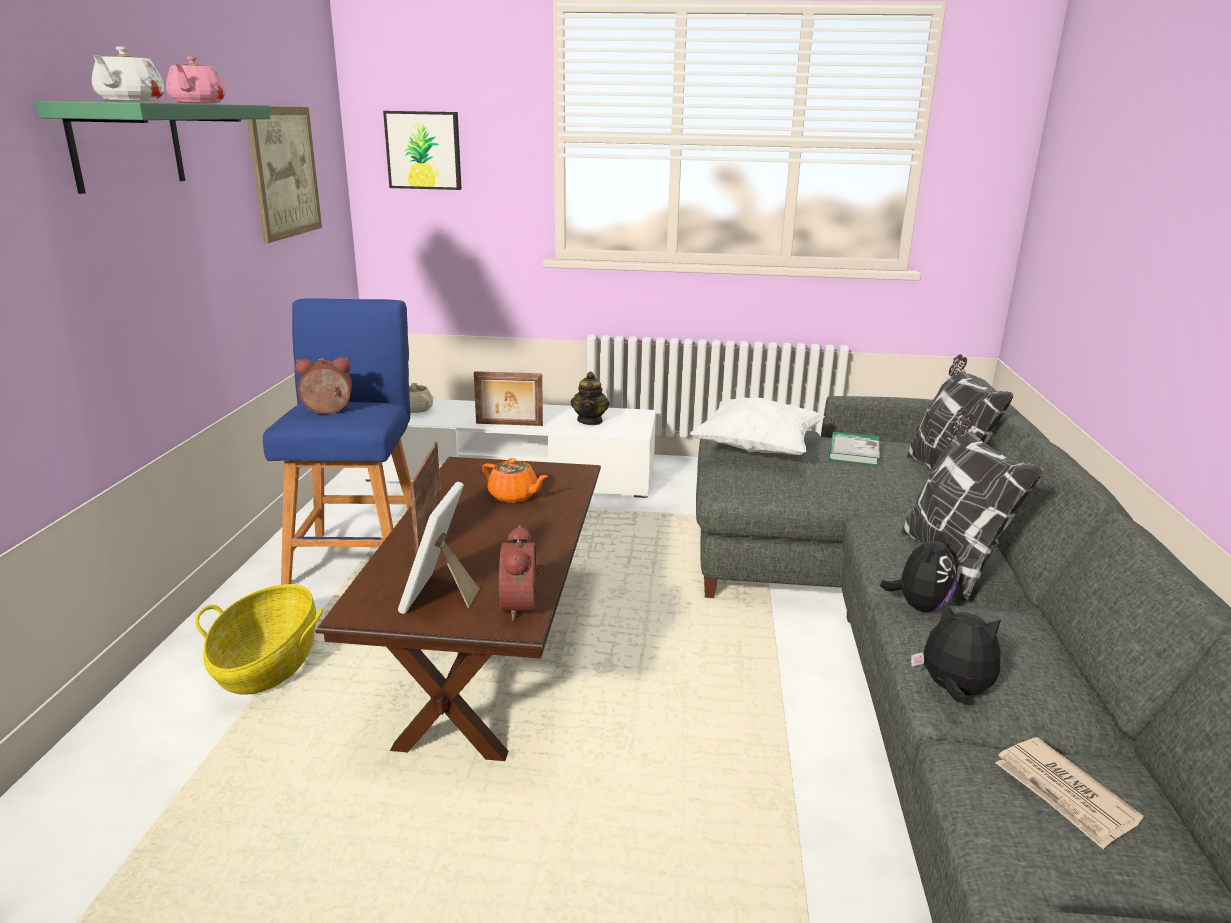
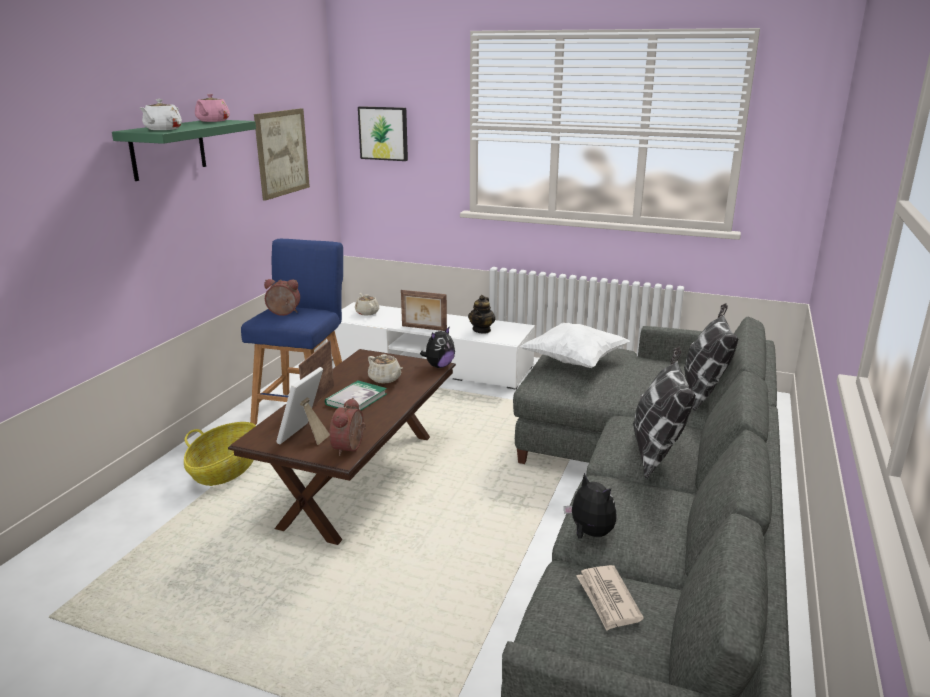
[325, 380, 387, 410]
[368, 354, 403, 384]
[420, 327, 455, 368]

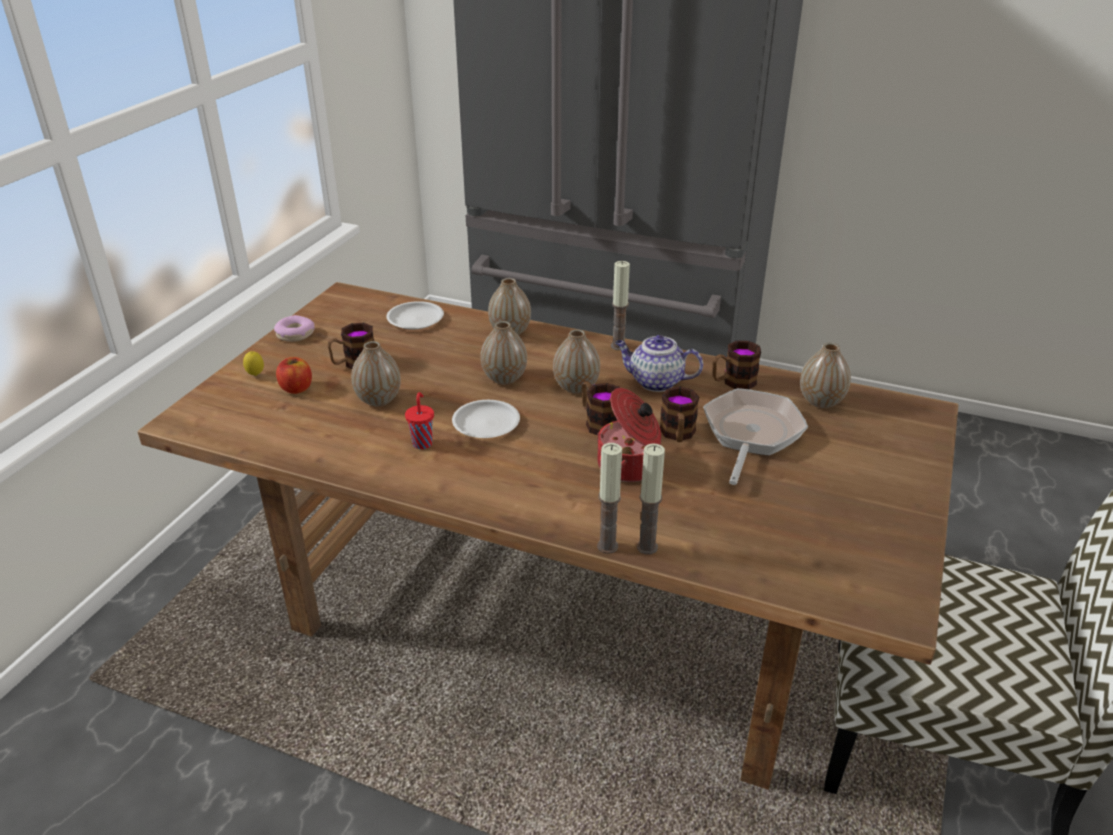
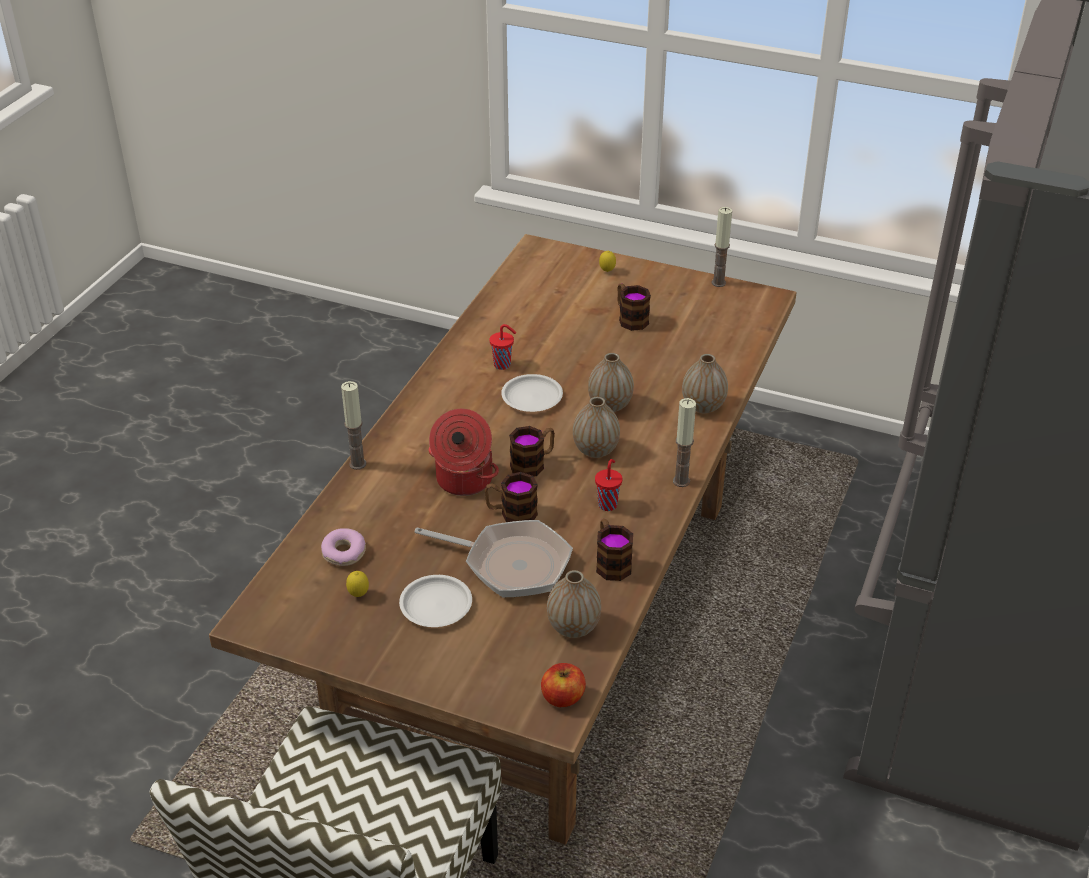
[399, 575, 472, 627]
[321, 528, 366, 566]
[595, 459, 623, 511]
[351, 341, 401, 406] (first image)
[541, 663, 586, 707]
[712, 207, 732, 287]
[346, 571, 369, 597]

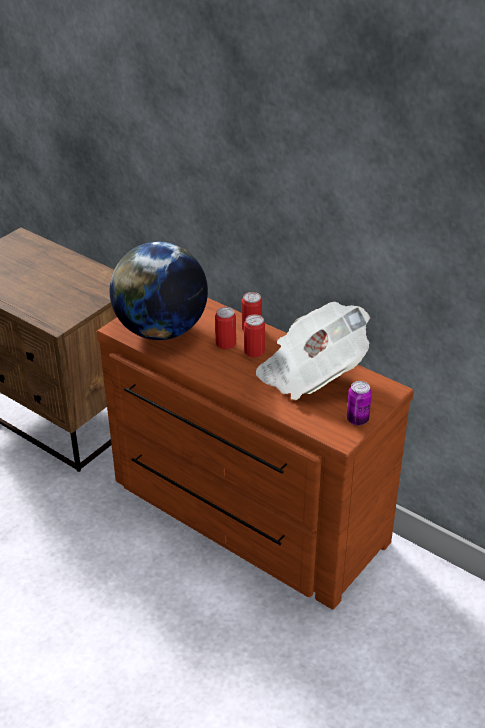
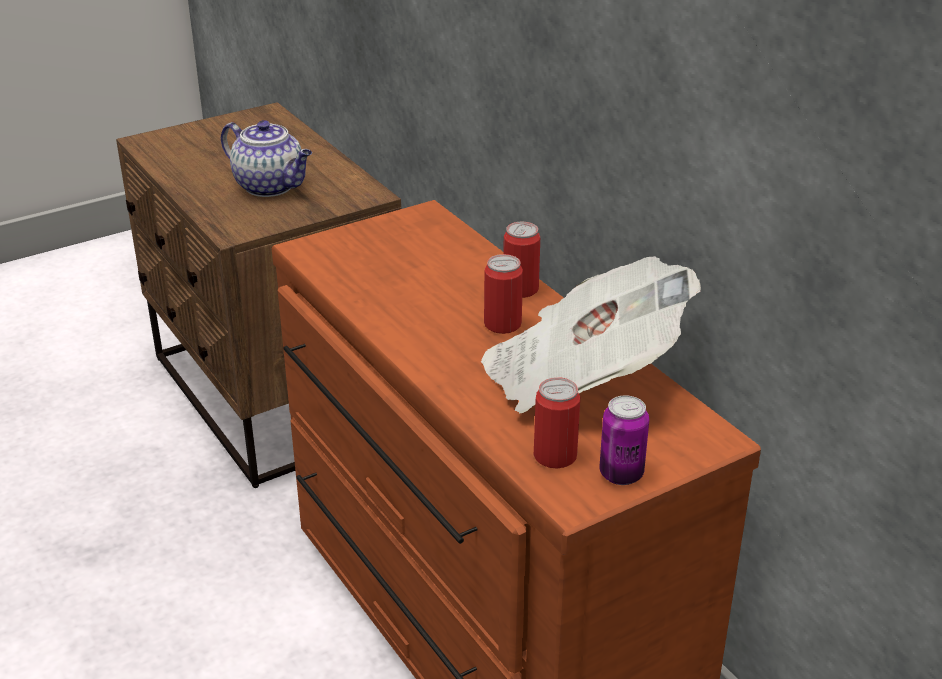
[110, 242, 208, 340] (first image)
[534, 377, 580, 469]
[221, 120, 312, 197]

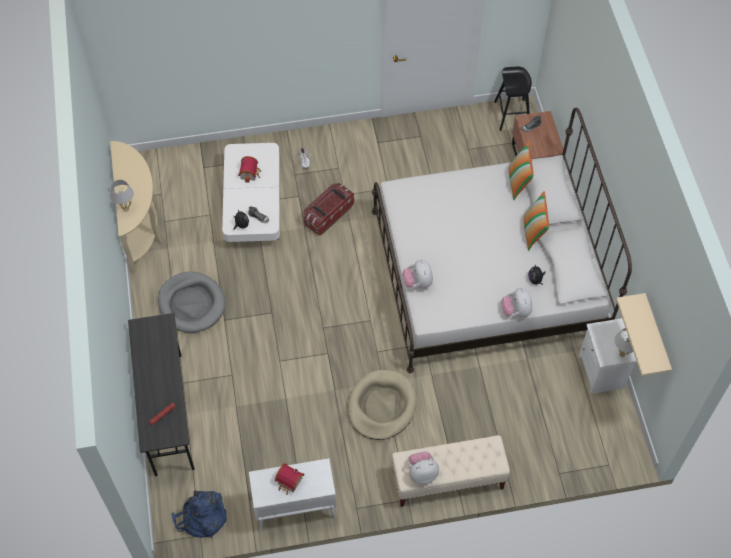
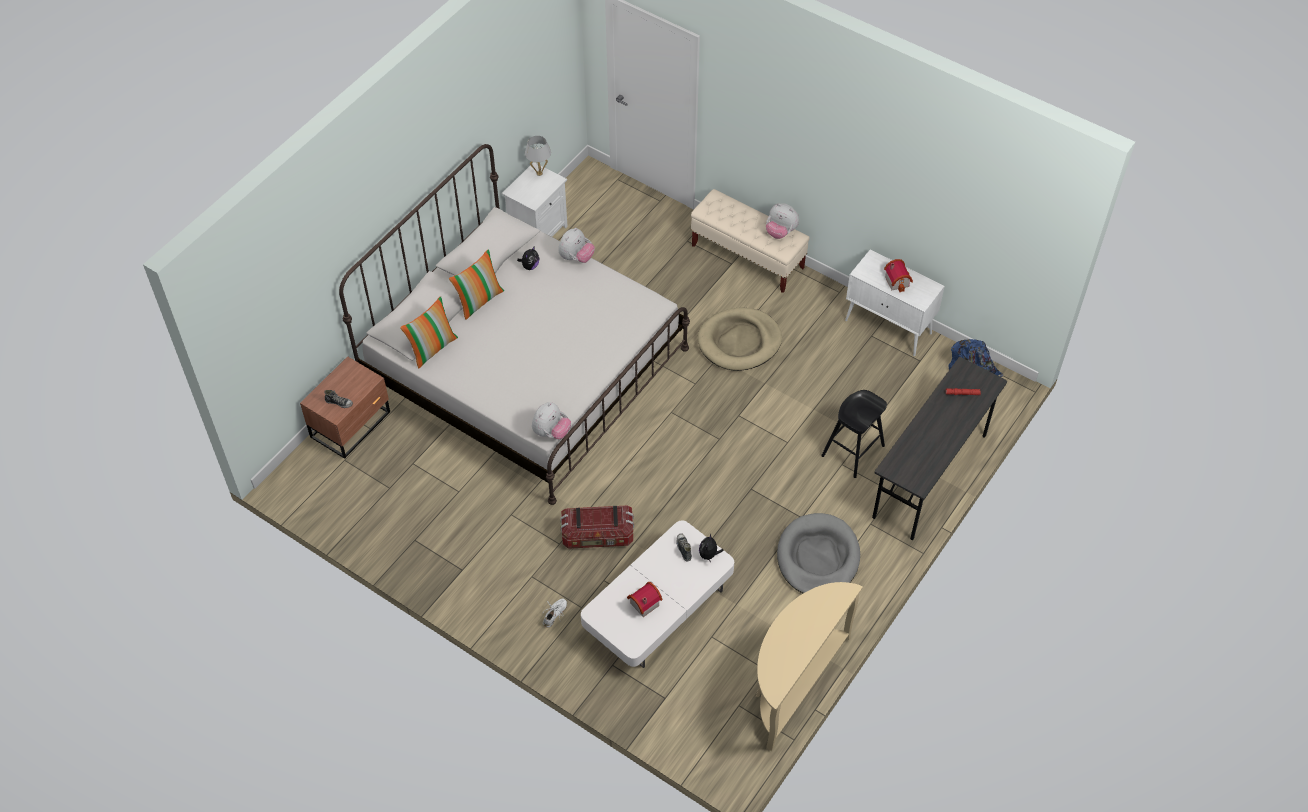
[821, 390, 887, 478]
[110, 180, 134, 212] (first image)
[532, 402, 571, 439]
[616, 293, 672, 376] (first image)

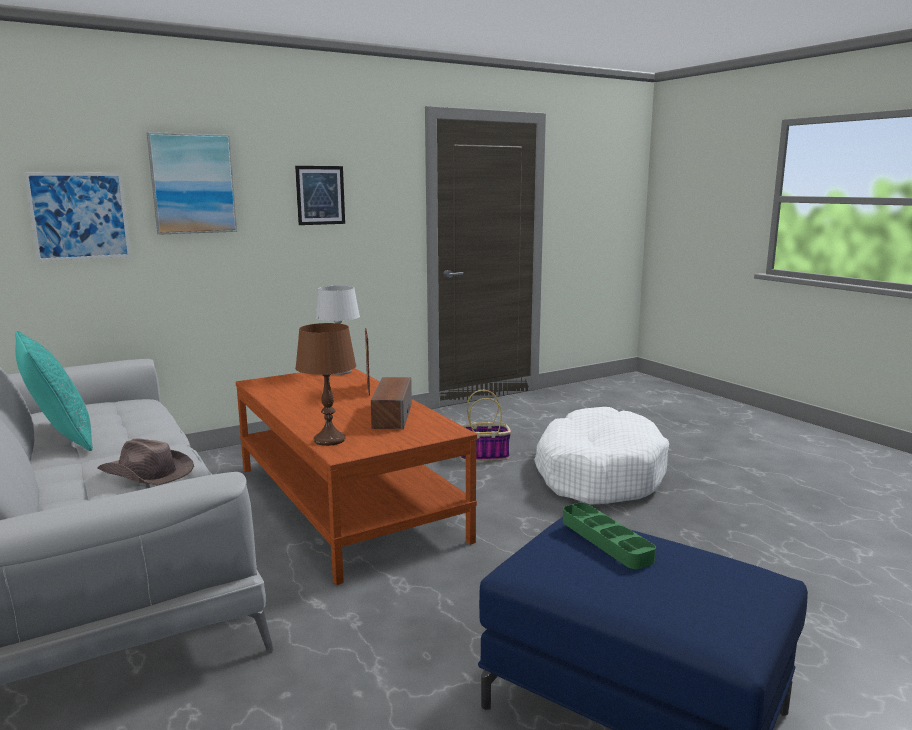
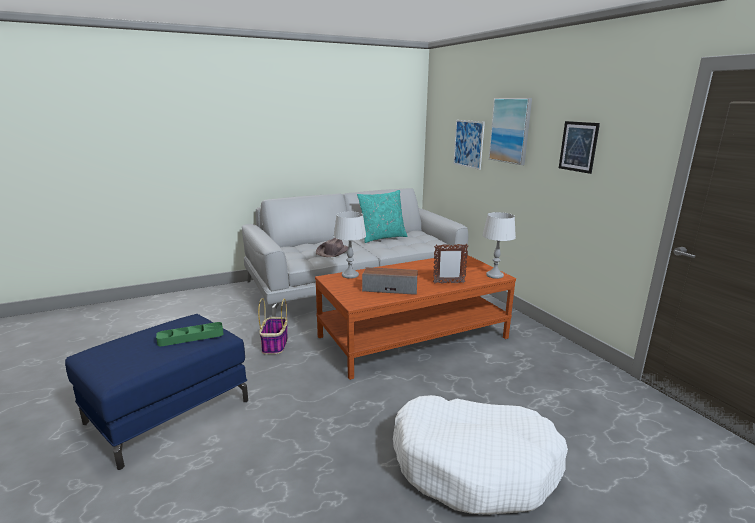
[334, 212, 366, 278]
[258, 298, 288, 354]

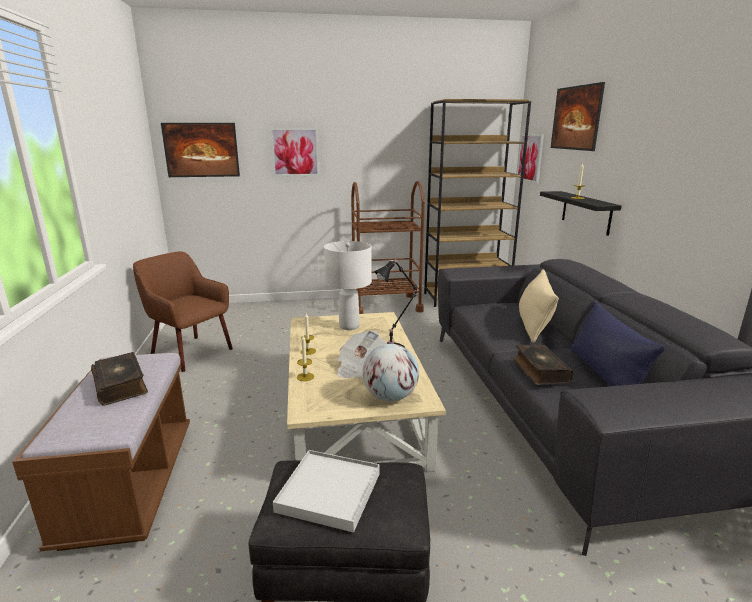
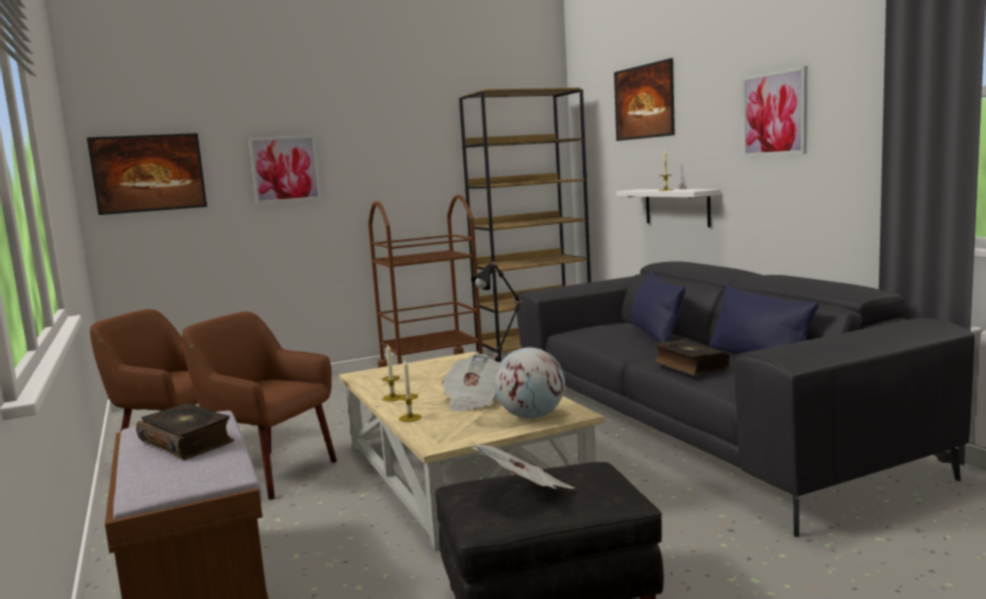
[742, 66, 807, 157]
[616, 189, 720, 227]
[324, 241, 372, 330] (first image)
[631, 271, 686, 342]
[471, 445, 575, 489]
[182, 312, 337, 500]

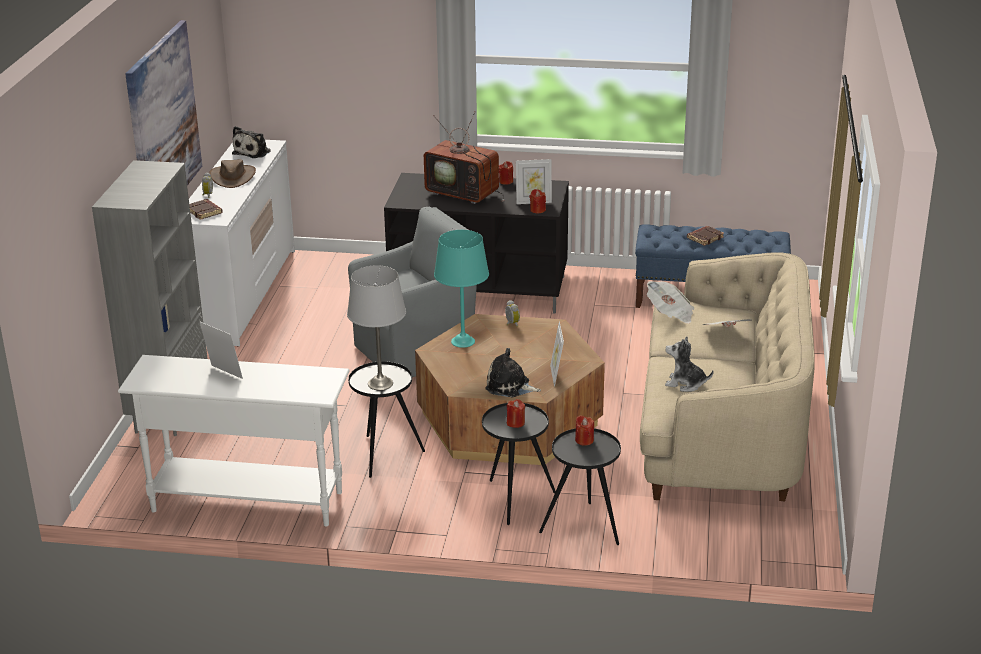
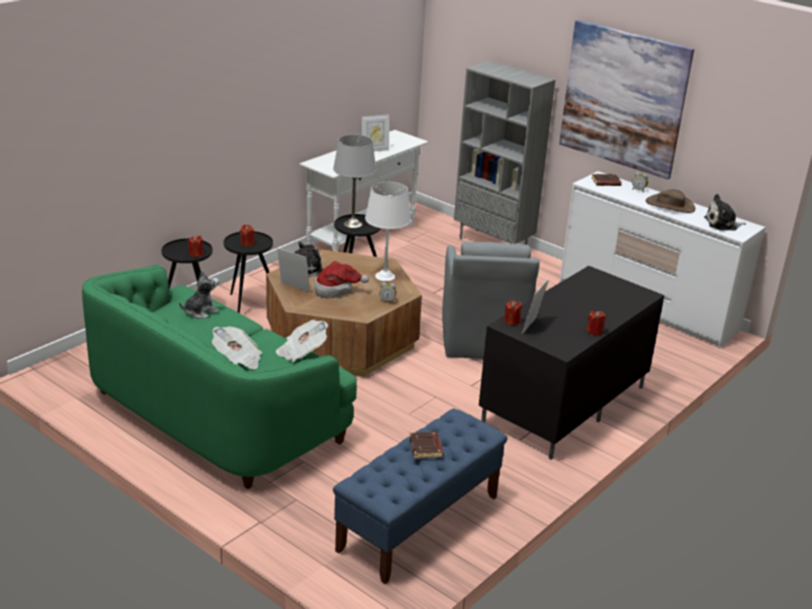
[424, 111, 505, 204] (first image)
[704, 194, 746, 231]
[365, 182, 411, 281]
[82, 265, 357, 489]
[314, 261, 369, 298]

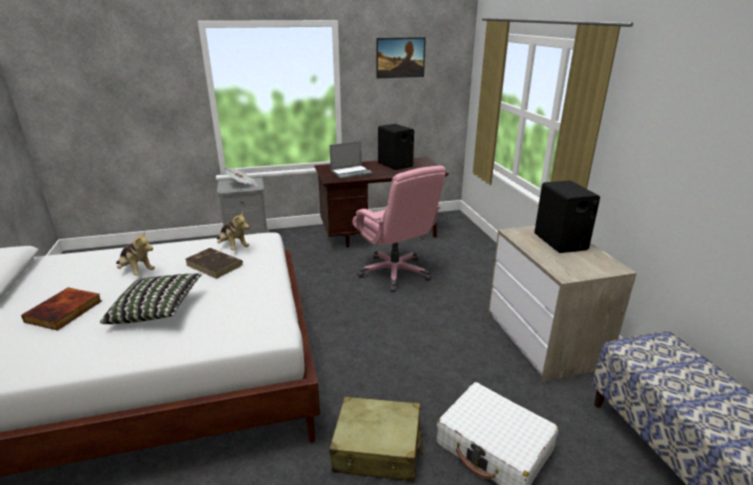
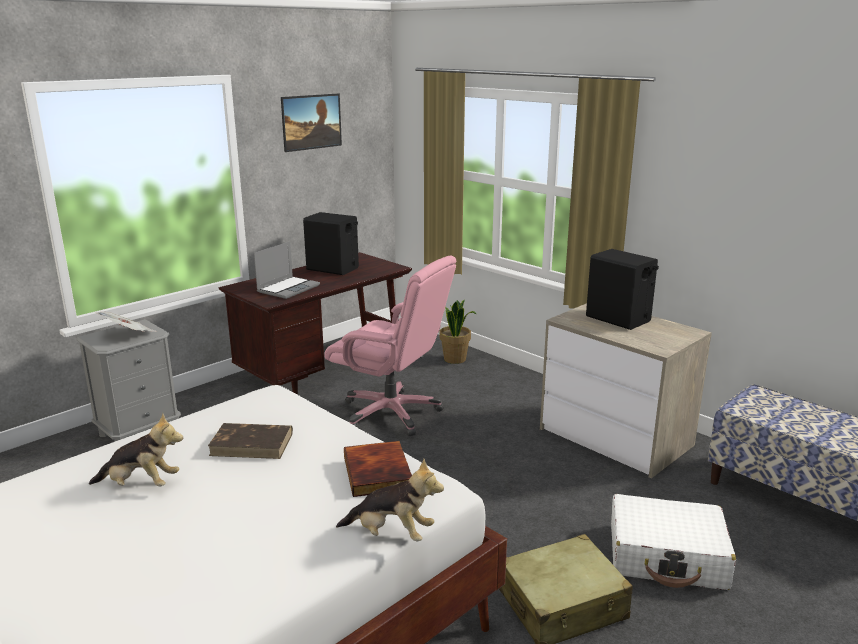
[336, 459, 444, 542]
[100, 274, 202, 324] (first image)
[344, 441, 412, 497]
[440, 300, 476, 364]

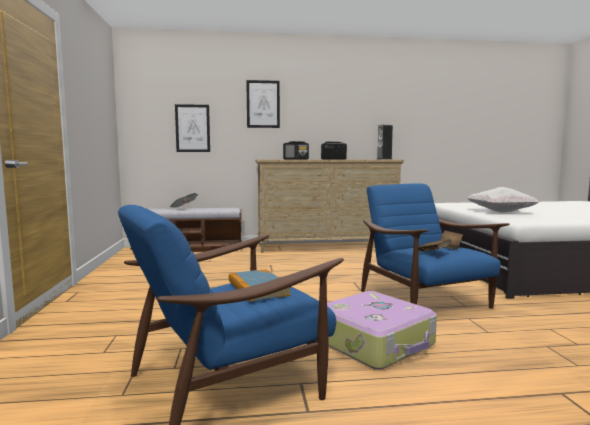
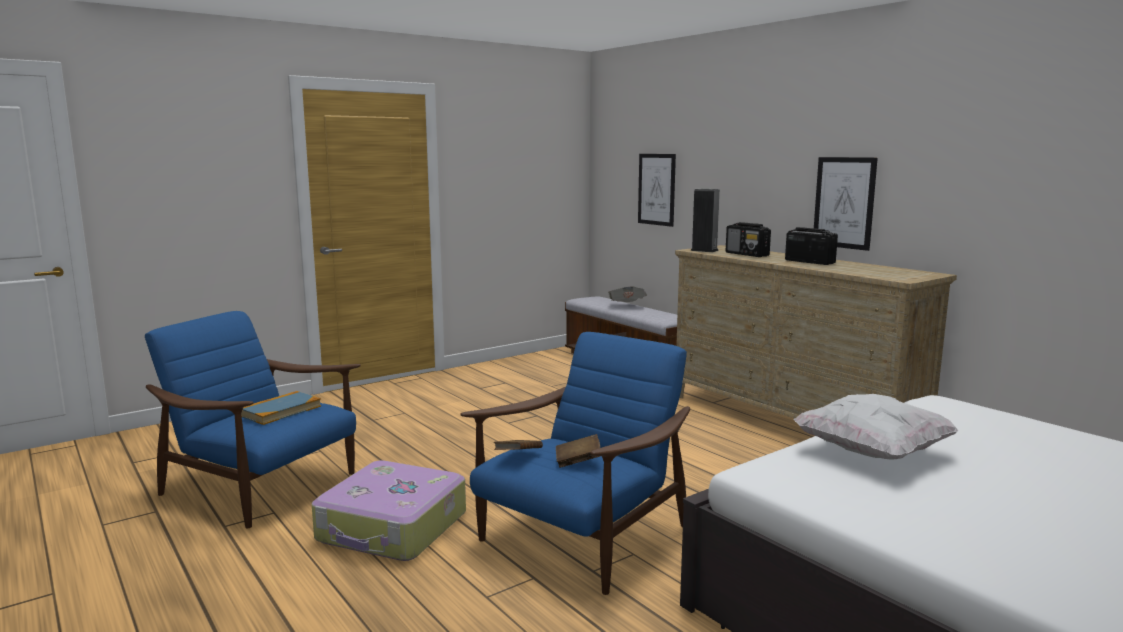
[814, 157, 878, 251]
[690, 189, 720, 252]

